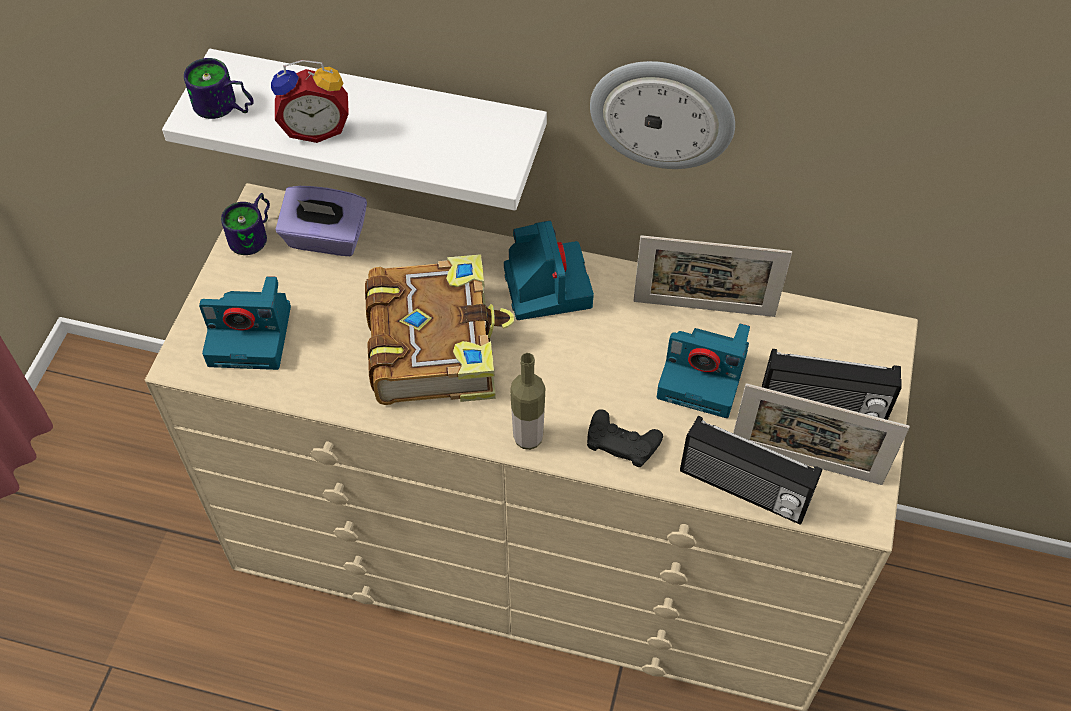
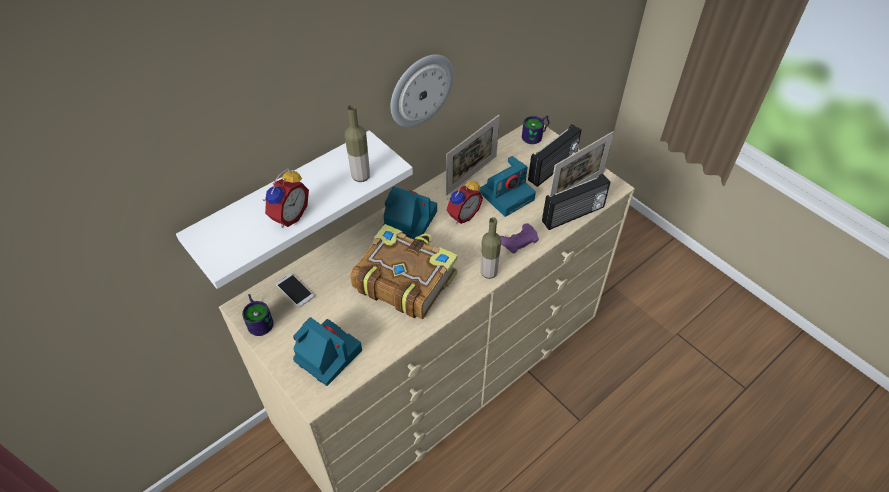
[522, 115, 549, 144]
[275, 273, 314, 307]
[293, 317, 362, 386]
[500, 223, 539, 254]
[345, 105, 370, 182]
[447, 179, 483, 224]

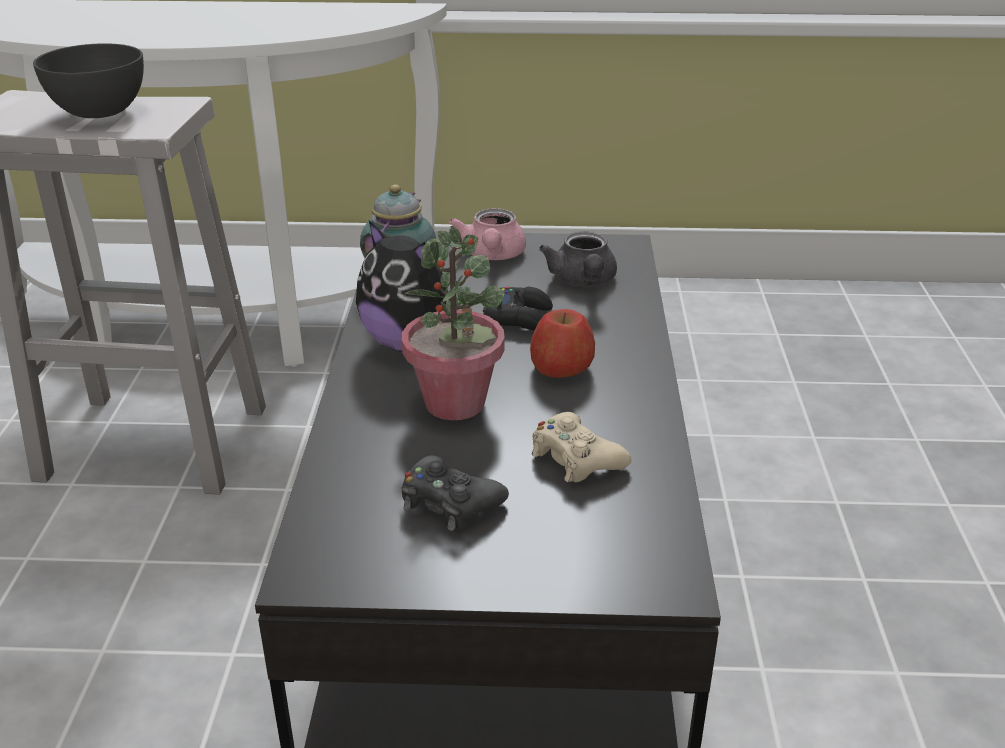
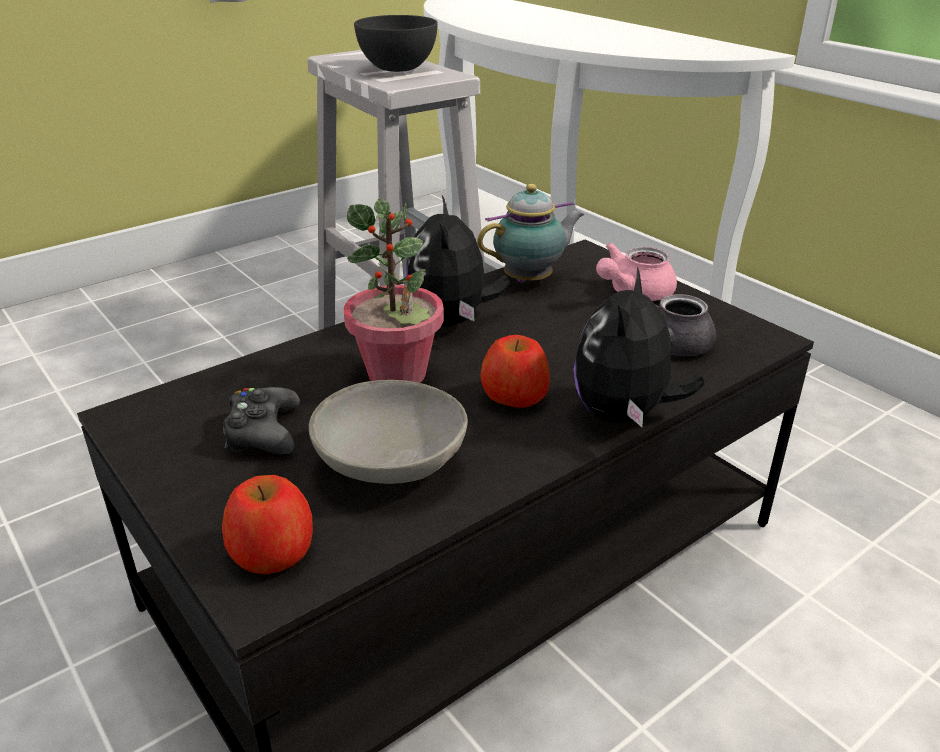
[483, 287, 553, 331] (first image)
[309, 380, 468, 484]
[574, 267, 704, 427]
[222, 475, 313, 574]

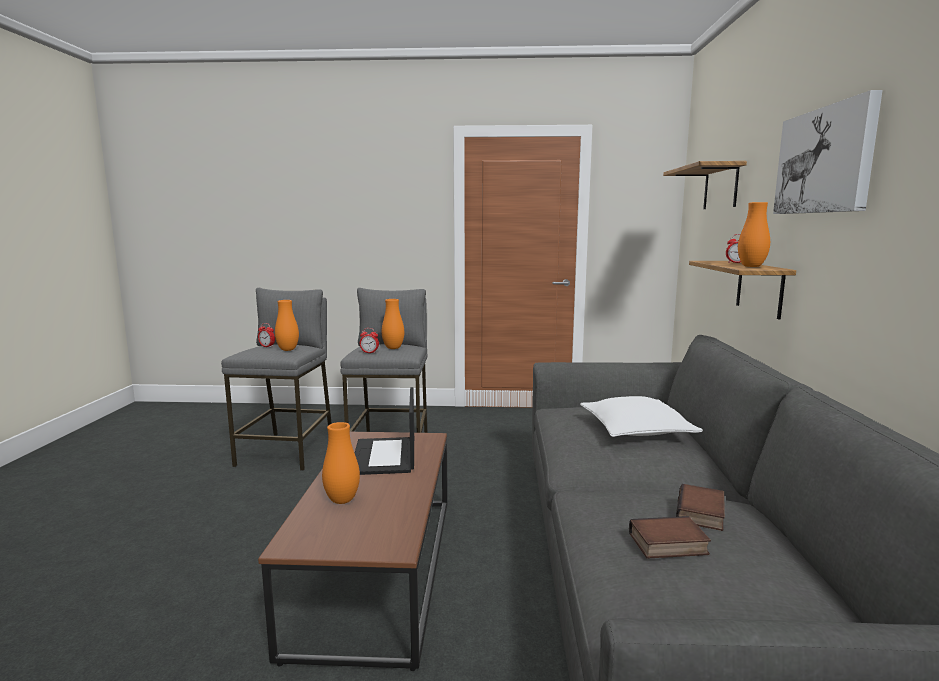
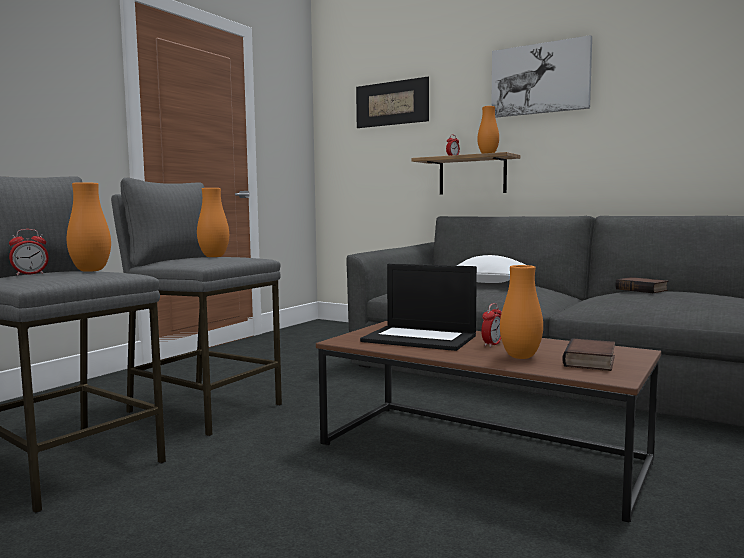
[356, 77, 429, 128]
[481, 303, 502, 347]
[563, 338, 615, 371]

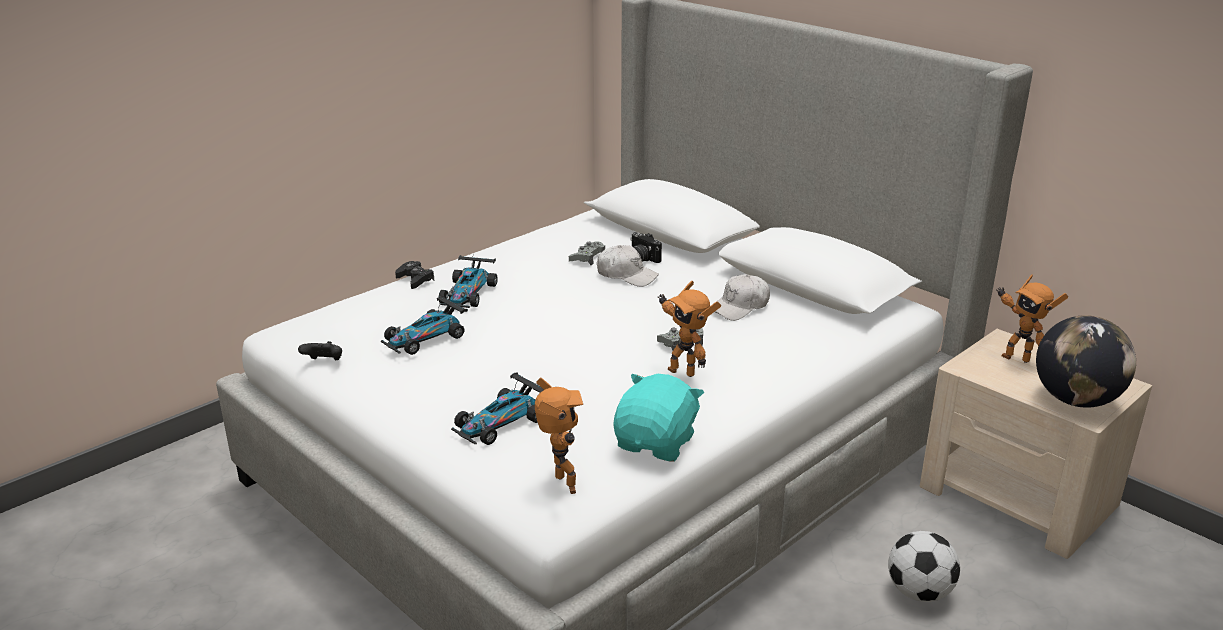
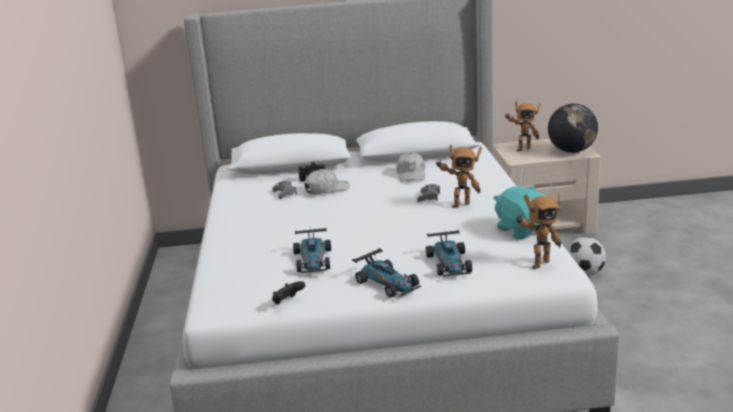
[352, 248, 421, 298]
[395, 261, 434, 289] (first image)
[516, 193, 562, 269]

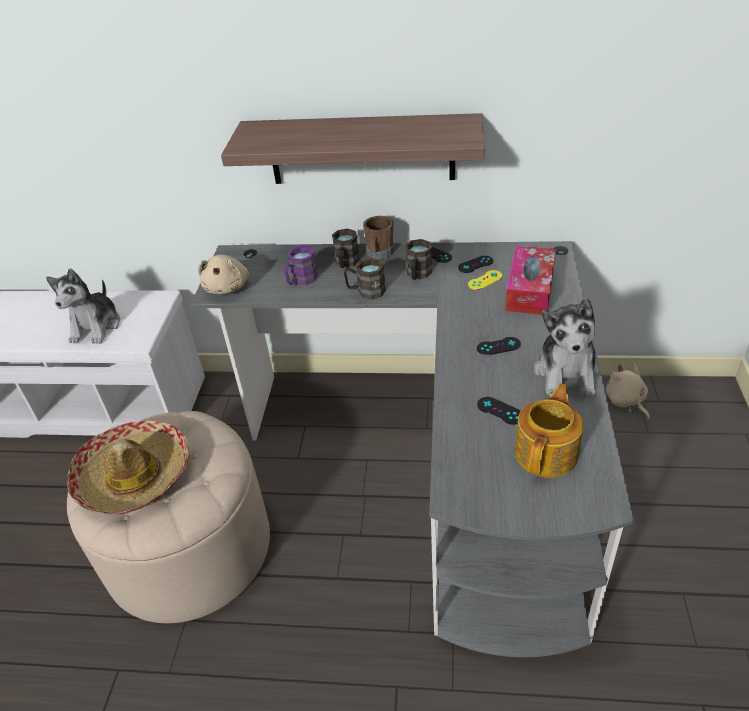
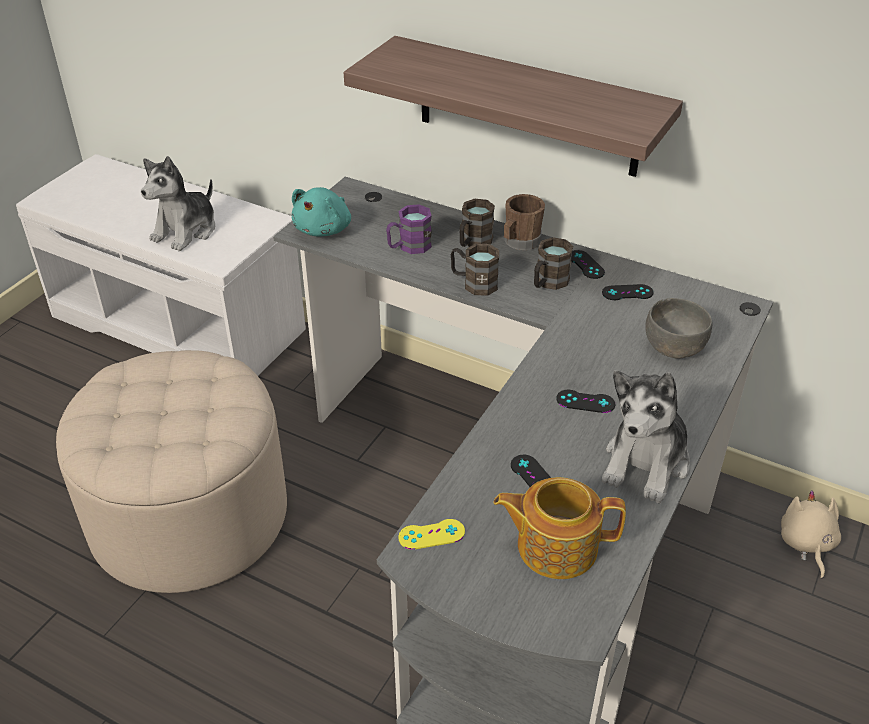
[645, 298, 712, 359]
[292, 187, 351, 236]
[398, 519, 465, 550]
[494, 477, 626, 579]
[67, 421, 189, 515] (first image)

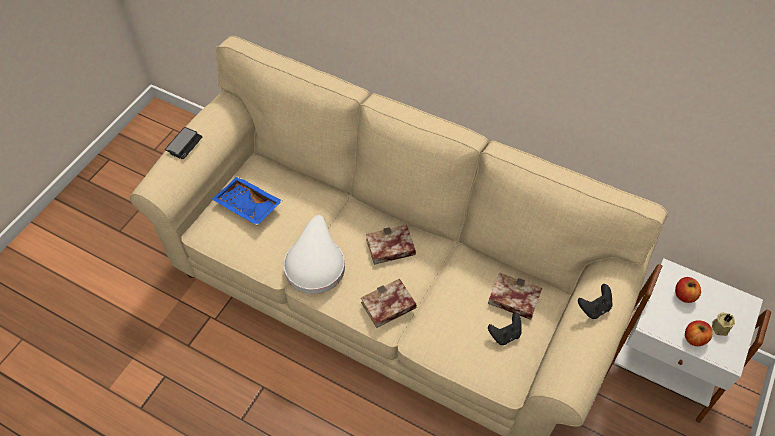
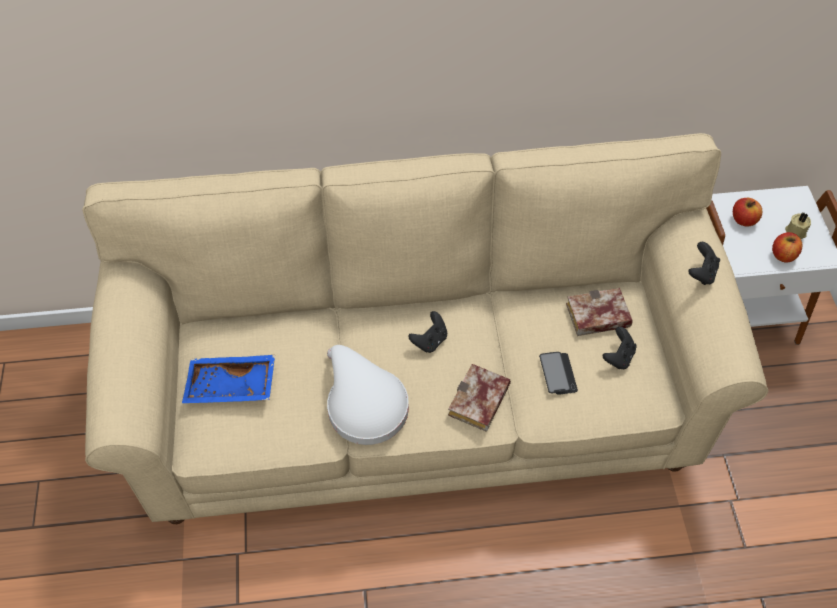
[539, 352, 578, 395]
[408, 311, 447, 353]

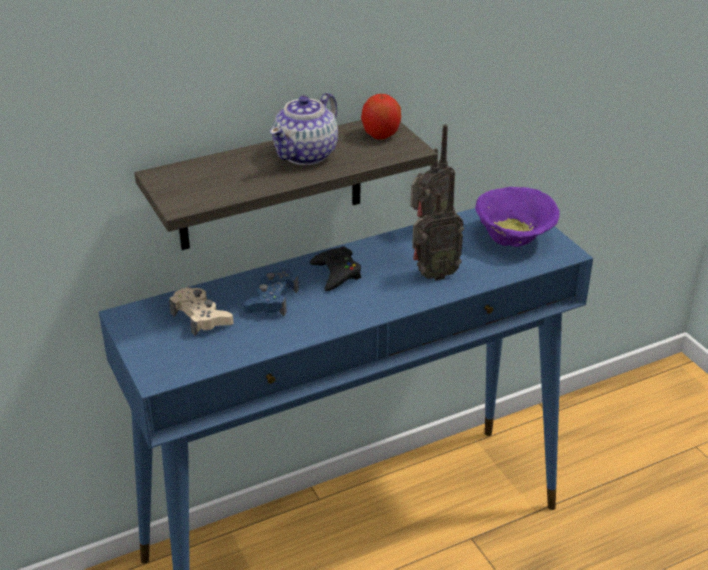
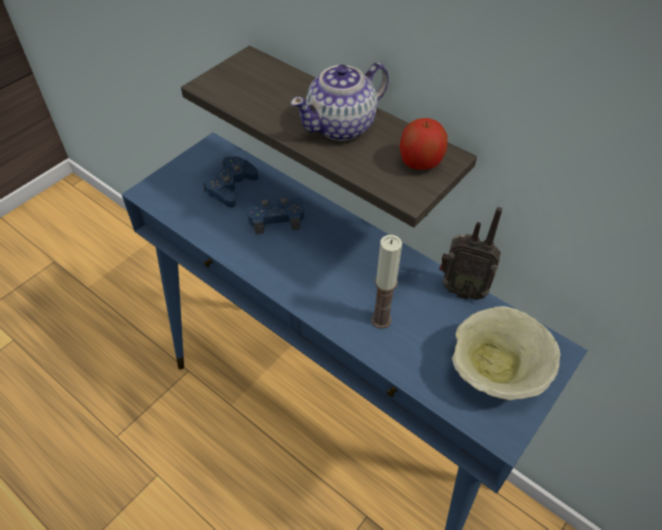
[291, 63, 389, 141]
[371, 235, 402, 329]
[452, 306, 560, 400]
[310, 246, 361, 291] (first image)
[203, 156, 258, 208]

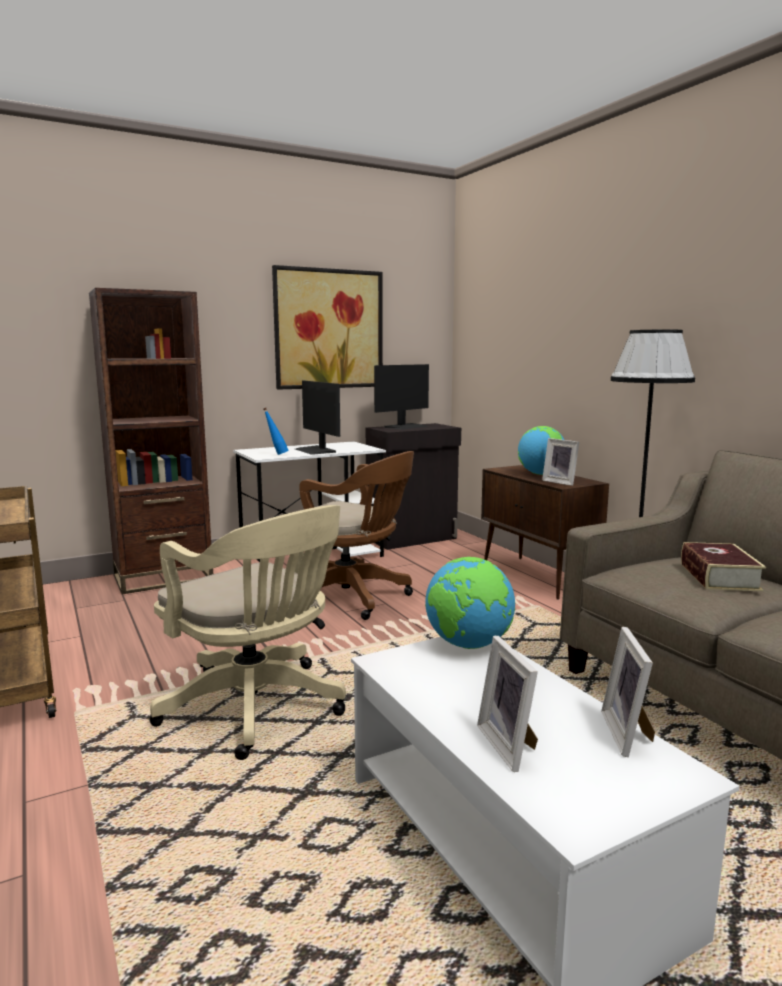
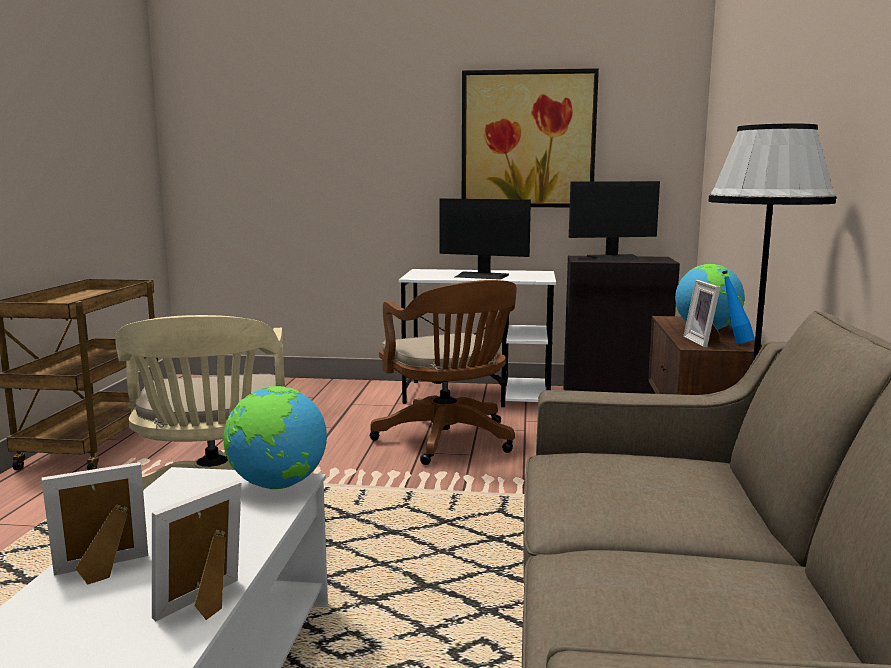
[89, 288, 213, 594] (first image)
[440, 198, 531, 280]
[722, 271, 755, 344]
[681, 542, 766, 591] (first image)
[42, 462, 148, 585]

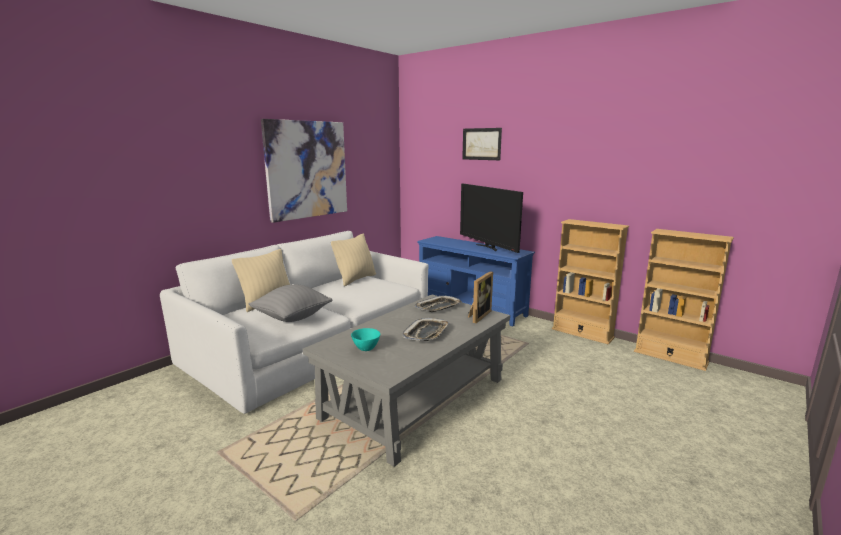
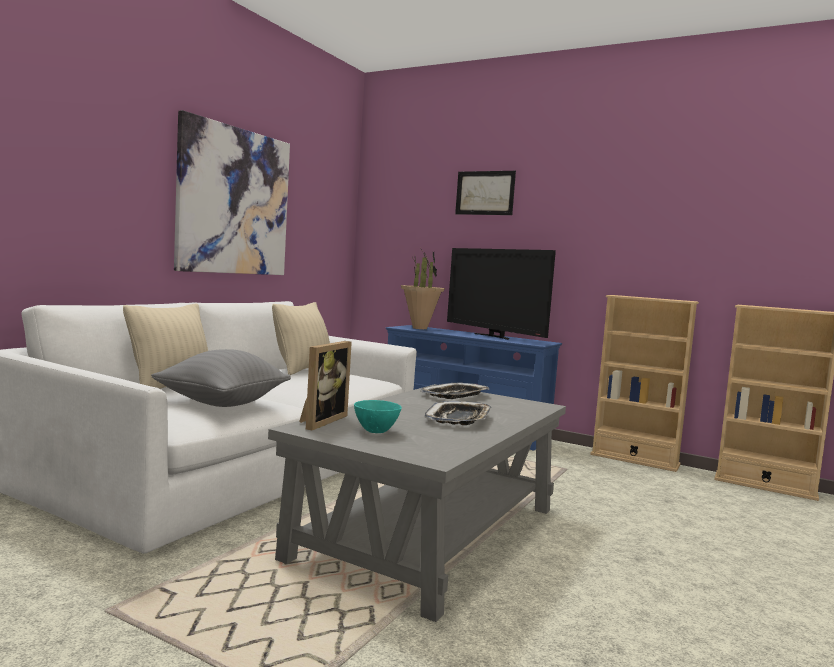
[299, 341, 352, 430]
[401, 249, 445, 329]

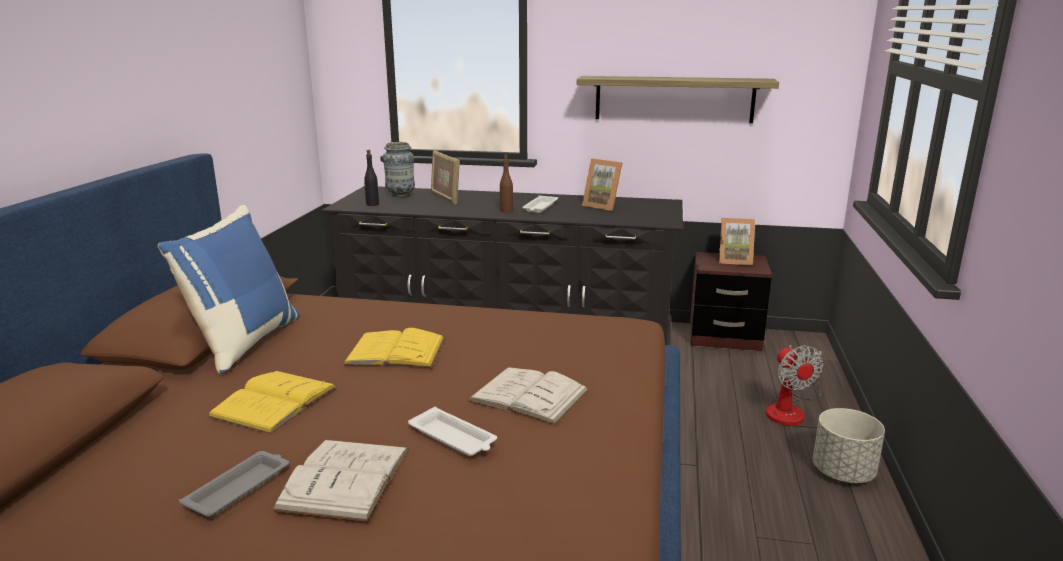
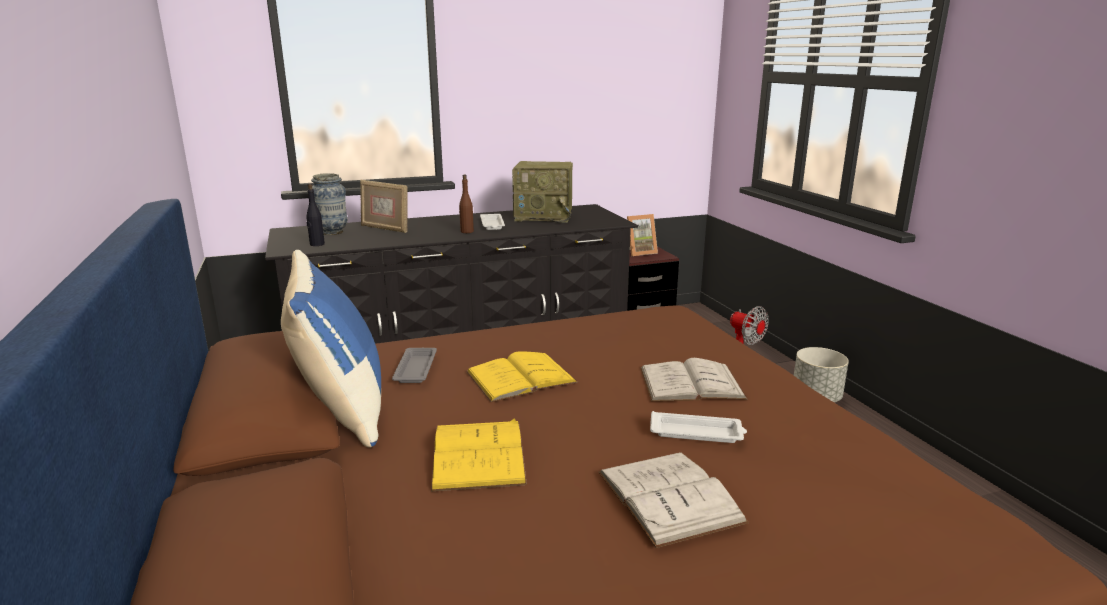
[577, 76, 779, 123] (first image)
[512, 161, 573, 223]
[392, 348, 437, 383]

